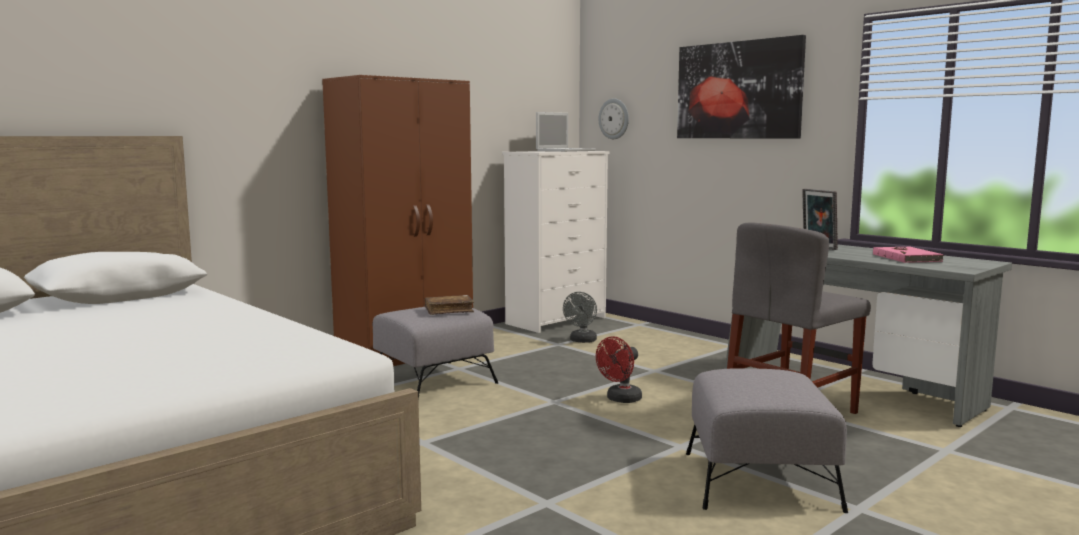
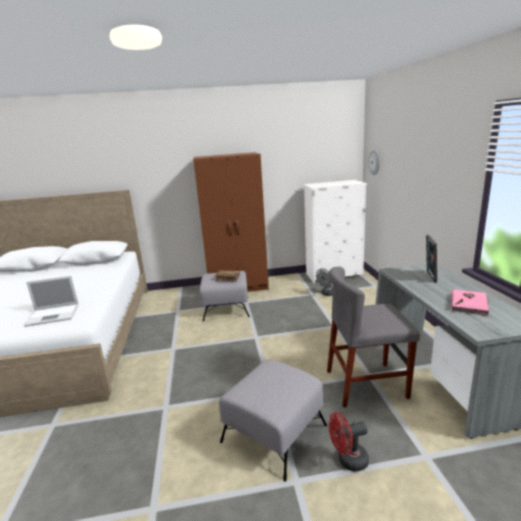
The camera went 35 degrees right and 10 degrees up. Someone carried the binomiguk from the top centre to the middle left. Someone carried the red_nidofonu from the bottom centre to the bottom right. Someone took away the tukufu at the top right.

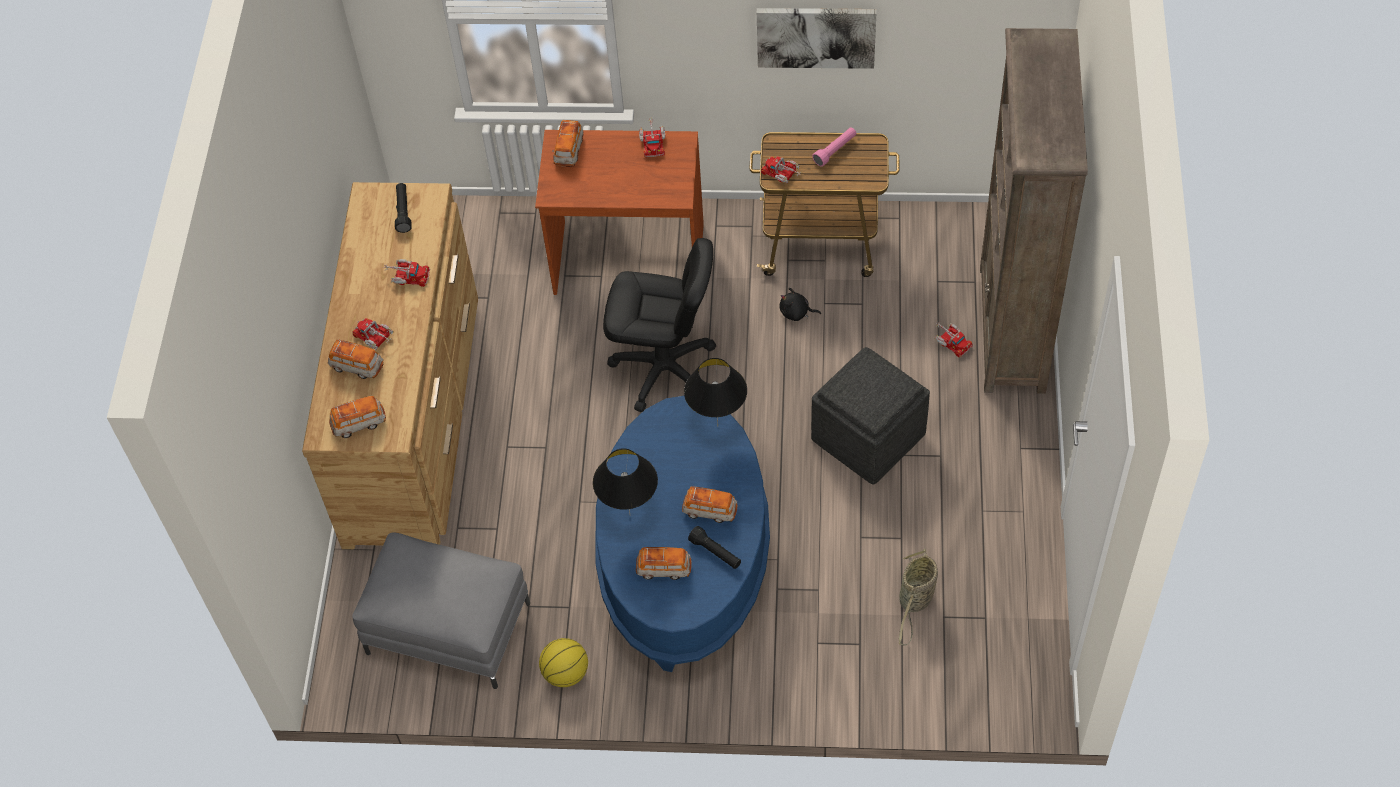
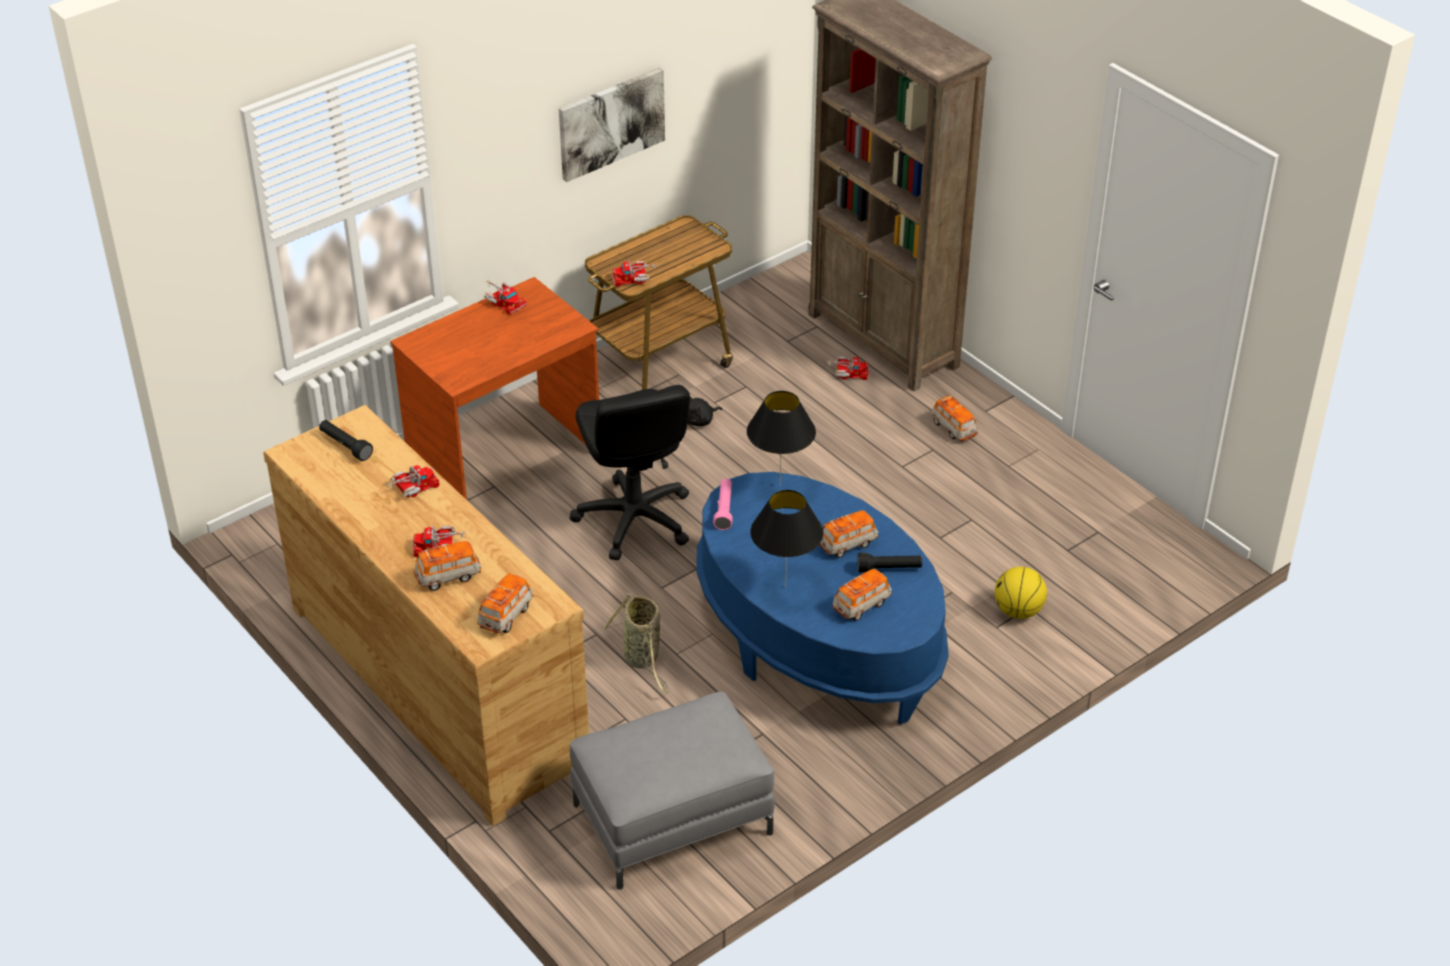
The camera went 45 degrees left and 15 degrees down. Someone rotated the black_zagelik at the centre by 105 degrees clockwise. Someone carried the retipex from the bottom centre to the centre. Someone carried the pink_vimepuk from the top centre to the centre. Someone carried the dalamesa (3rd from left in the first image) from the top centre to the centre. Someone carried the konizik from the bottom centre to the middle right. Someone took away the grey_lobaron (2nd from left) at the centre.

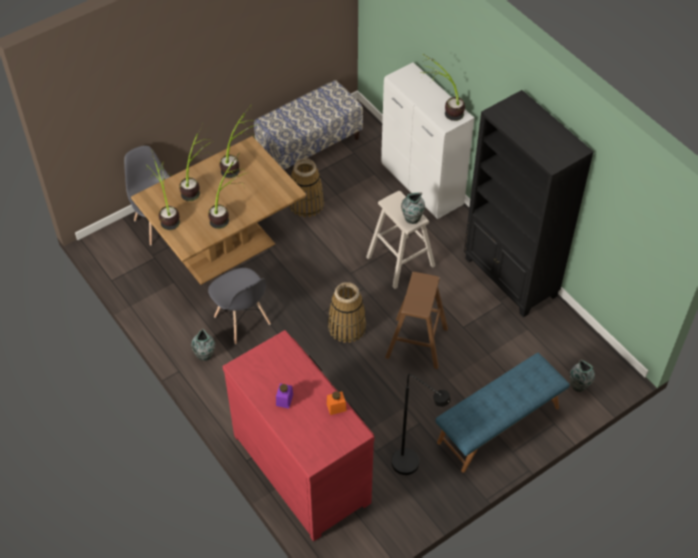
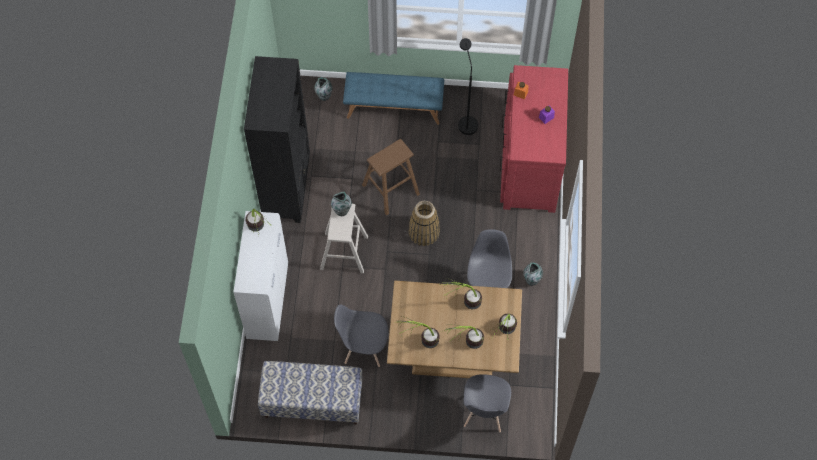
The camera went 140 degrees left and 10 degrees up. Someone swapped the retipex (1st from left) at the centre for the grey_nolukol (1st from left) at the bottom centre.

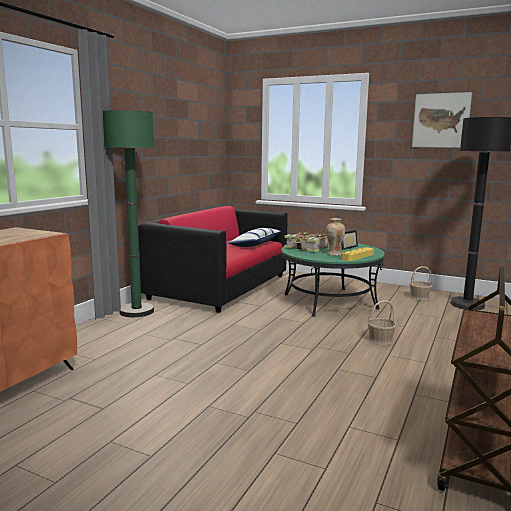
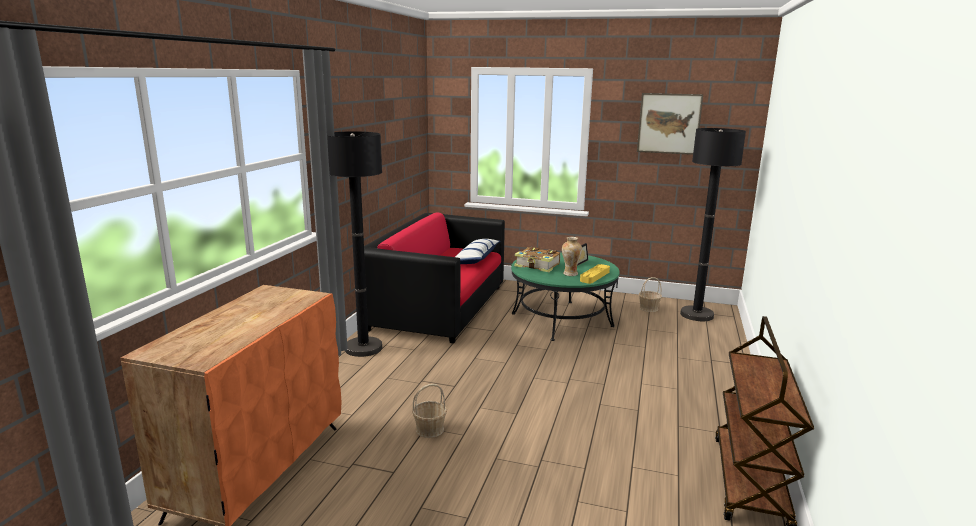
The camera went 10 degrees left and 5 degrees up. Someone repainted the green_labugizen at the middle left, which became the black_labugizen (1st from left) at the centre. Someone carried the retipex (1st from left) from the middle right to the bottom centre.

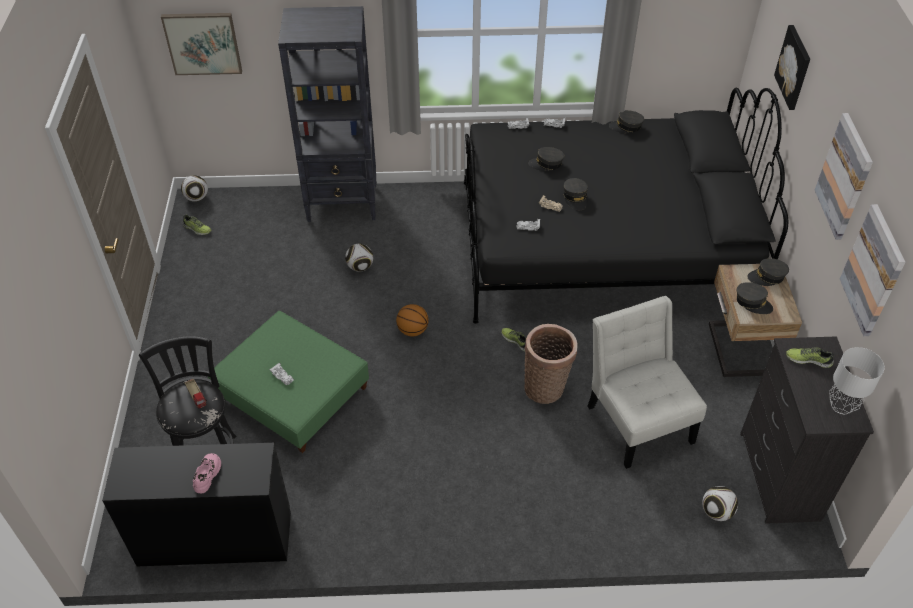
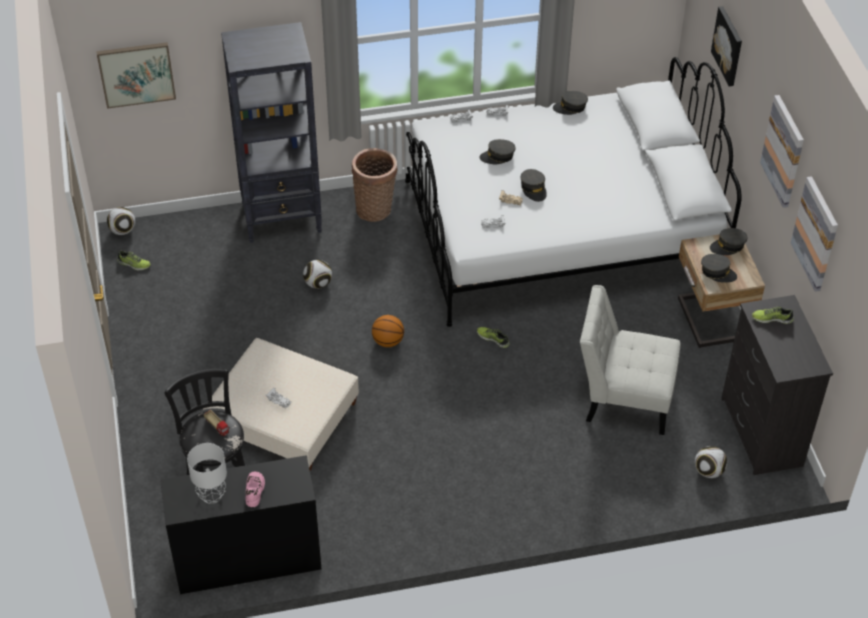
The camera went 10 degrees left and 0 degrees up. Someone carried the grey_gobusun from the middle right to the bottom left. Someone repainted the green_lobaron at the middle left, which became the beige_lobaron at the middle left. Someone carried the retipex from the centre to the top centre. Someone repainted the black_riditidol at the middle right, which became the white_riditidol at the top centre. Someone rotated the white_nolukol at the middle right by 45 degrees counterclockwise.

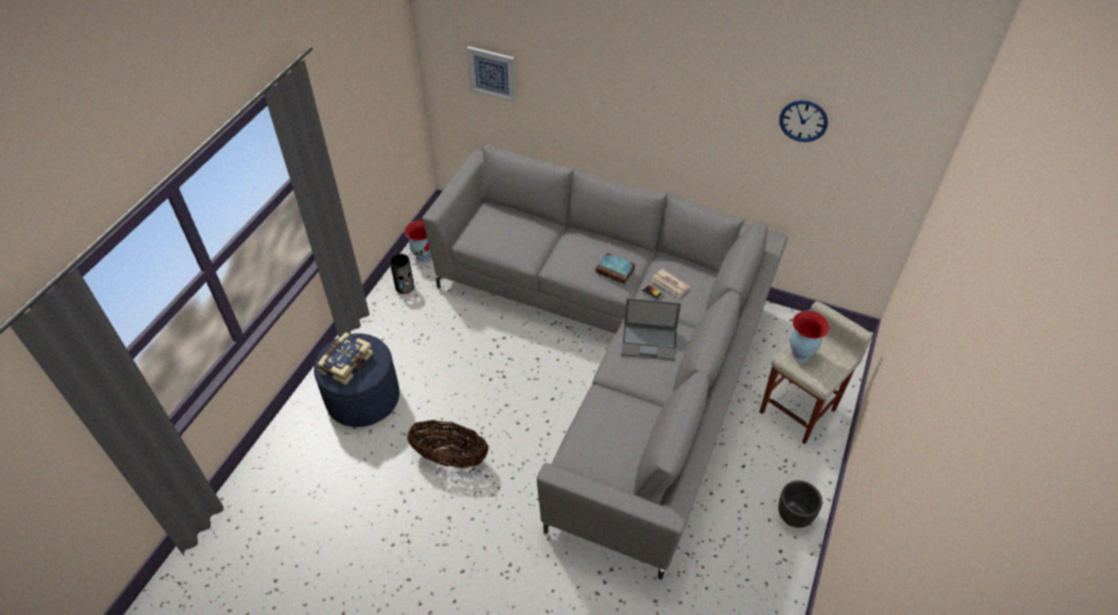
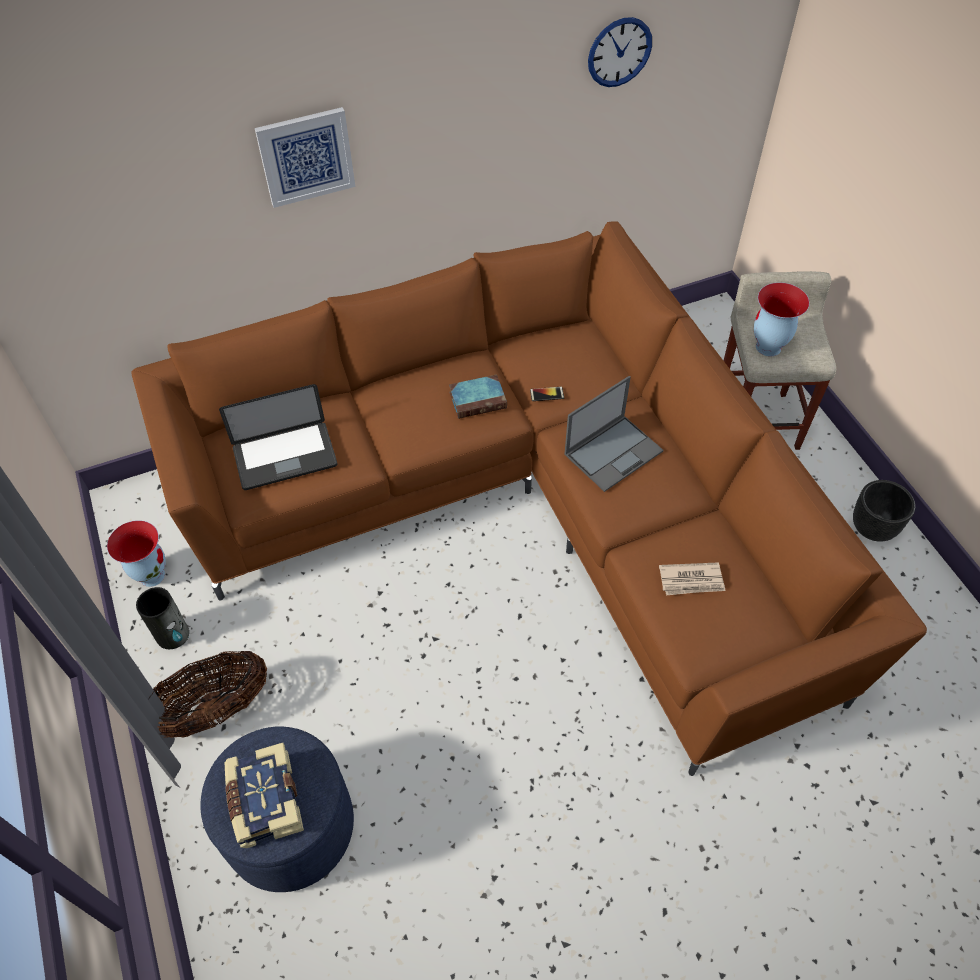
The camera went 45 degrees left and 5 degrees up. Someone repainted the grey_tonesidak at the centre, which became the brown_tonesidak at the centre. Someone carried the retipex from the bottom centre to the bottom left. Someone put down the binomiguk (1st from left) at the middle left. Someone carried the tukufu from the top centre to the top left. Someone carried the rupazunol from the centre to the middle right.

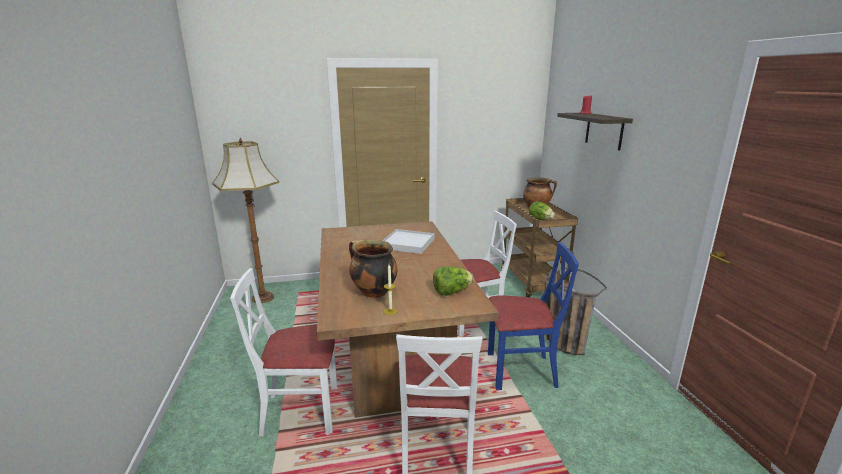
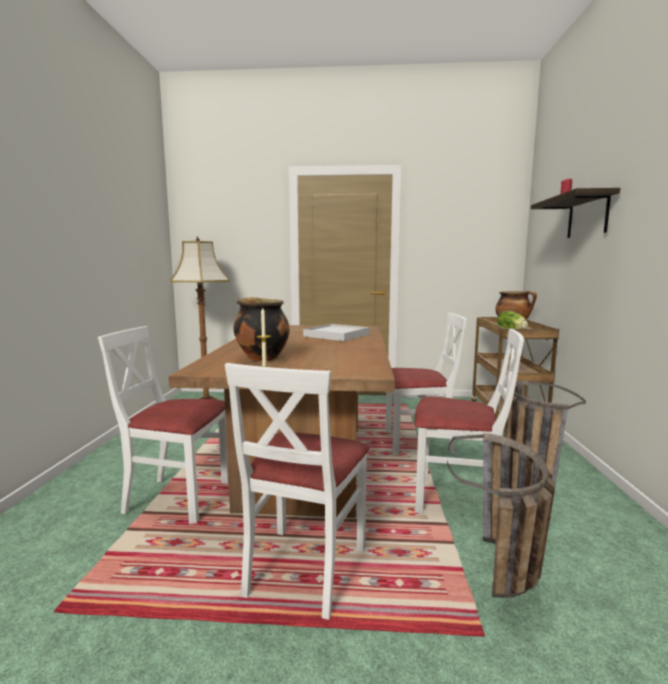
The camera went 15 degrees right and 10 degrees down. Someone repainted the blue_nolukol at the bottom centre, which became the white_nolukol (4th from left) at the middle right. Someone put down the retipex (1st from left) at the bottom right. Someone took away the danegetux (1st from left) at the centre.

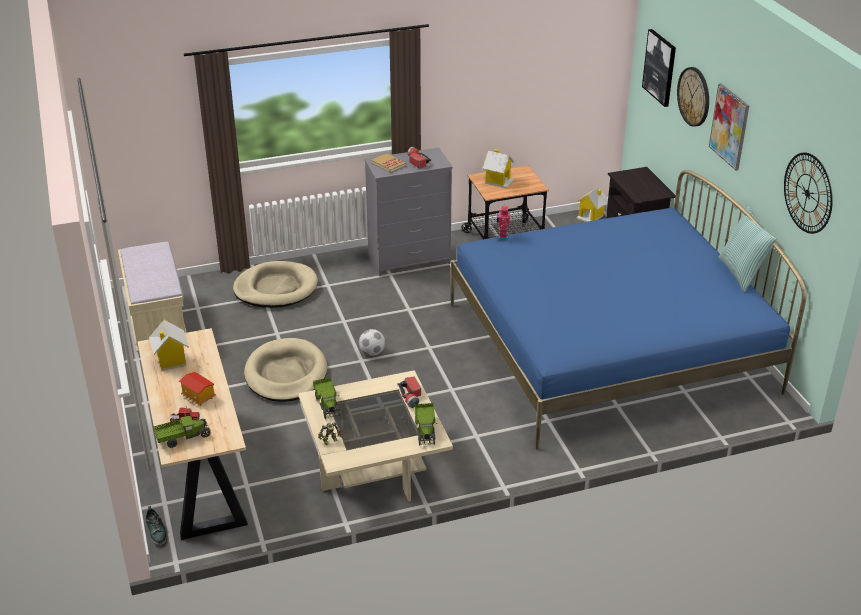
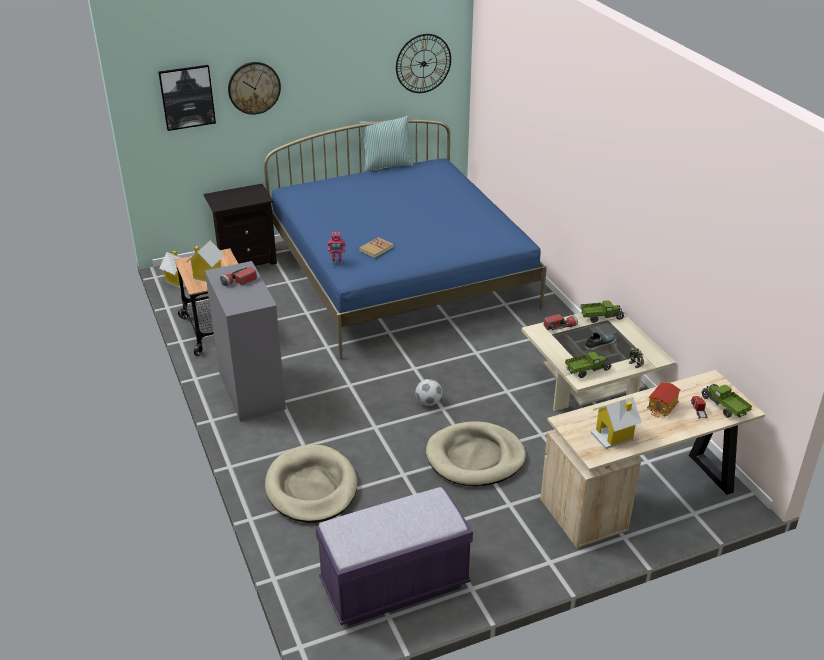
The camera went 95 degrees left and 0 degrees up. Someone repainted the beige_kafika at the middle left, which became the purple_kafika at the bottom centre. Someone carried the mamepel from the top centre to the centre. Someone carried the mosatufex from the bottom left to the middle right. Someone took away the tukufu (2nd from left) at the top right.

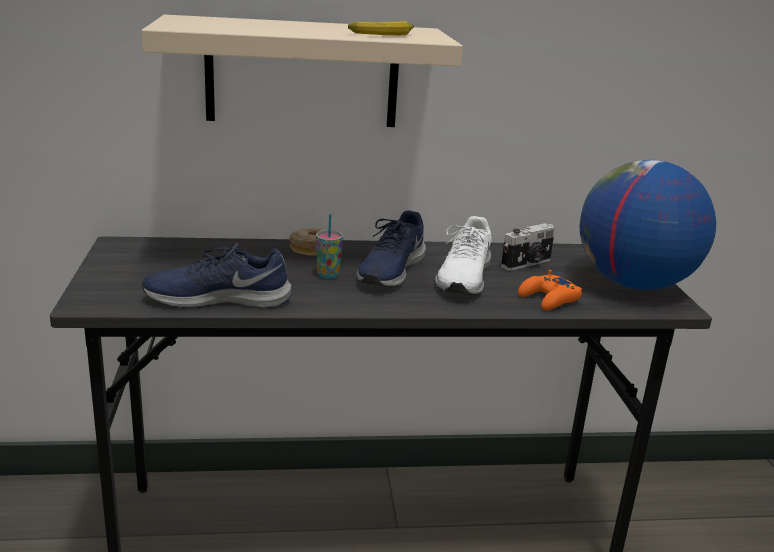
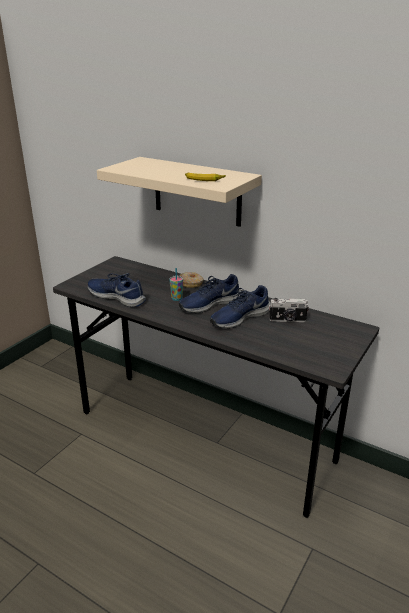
The camera went 40 degrees right and 5 degrees up. Someone repainted the white_mosatufex at the centre, which became the blue_mosatufex (3rd from left) at the centre. Someone took away the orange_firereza at the middle right. Someone took away the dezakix at the middle right.

